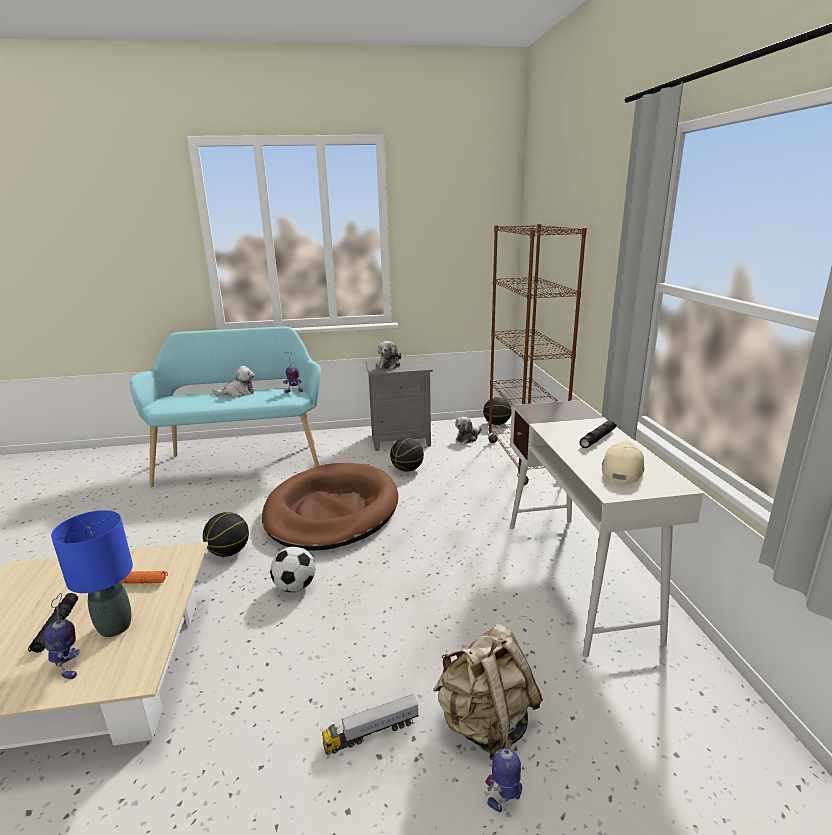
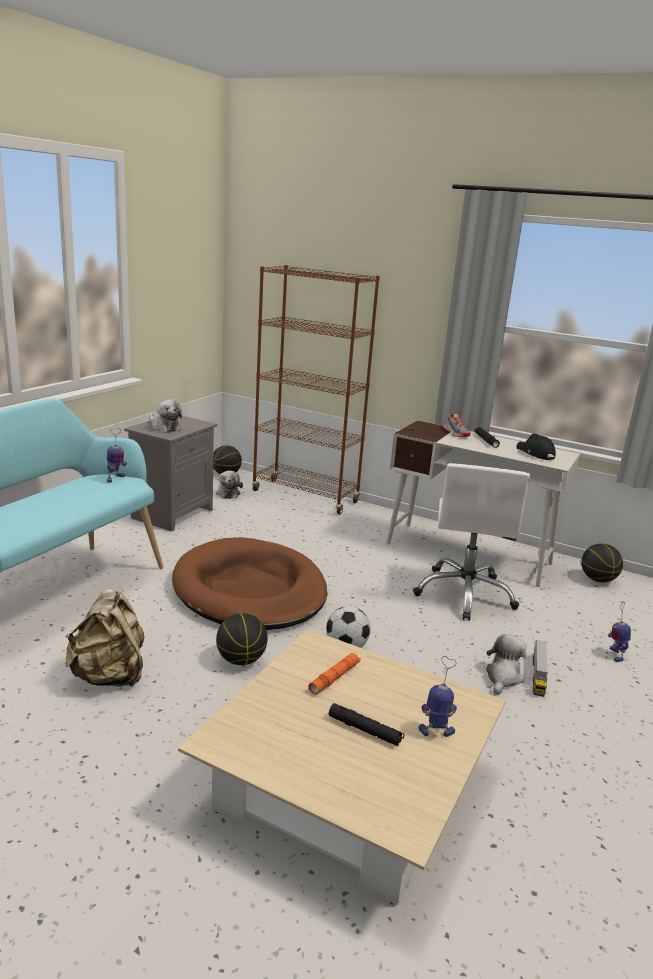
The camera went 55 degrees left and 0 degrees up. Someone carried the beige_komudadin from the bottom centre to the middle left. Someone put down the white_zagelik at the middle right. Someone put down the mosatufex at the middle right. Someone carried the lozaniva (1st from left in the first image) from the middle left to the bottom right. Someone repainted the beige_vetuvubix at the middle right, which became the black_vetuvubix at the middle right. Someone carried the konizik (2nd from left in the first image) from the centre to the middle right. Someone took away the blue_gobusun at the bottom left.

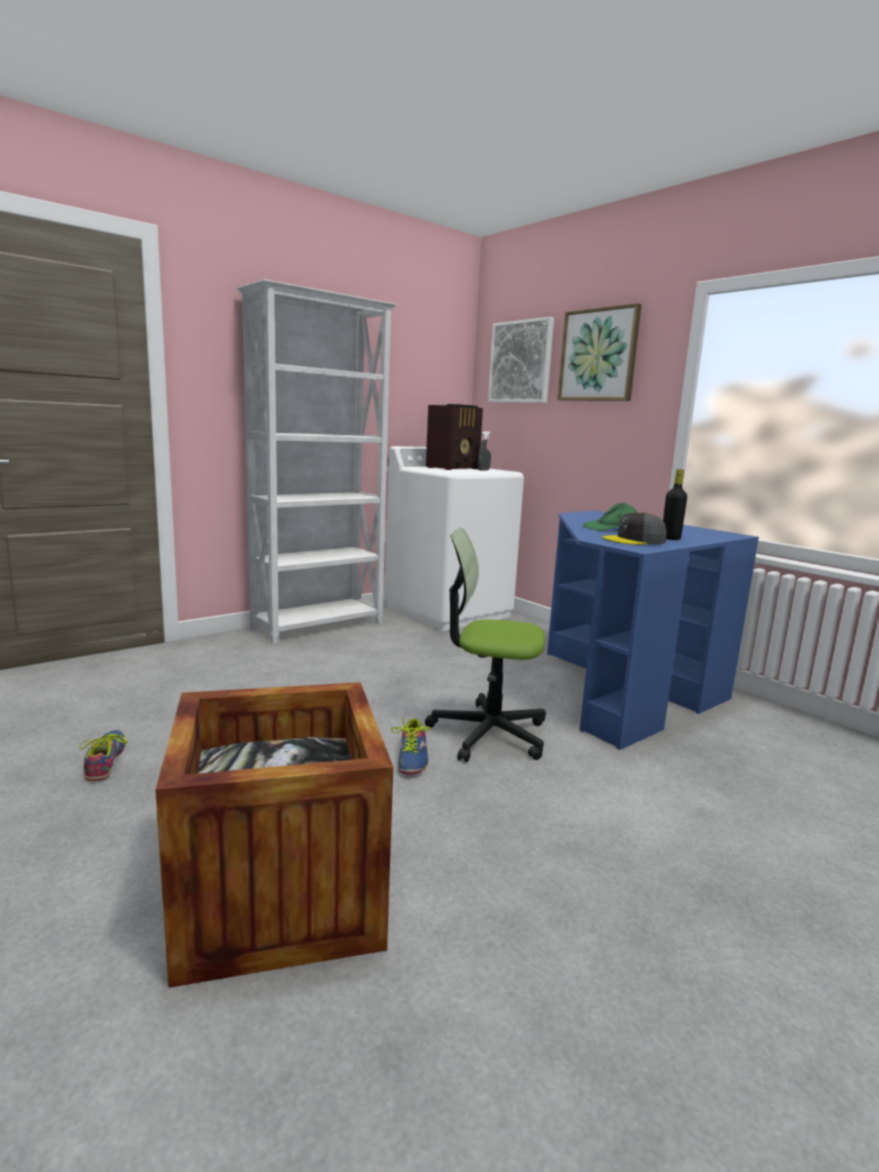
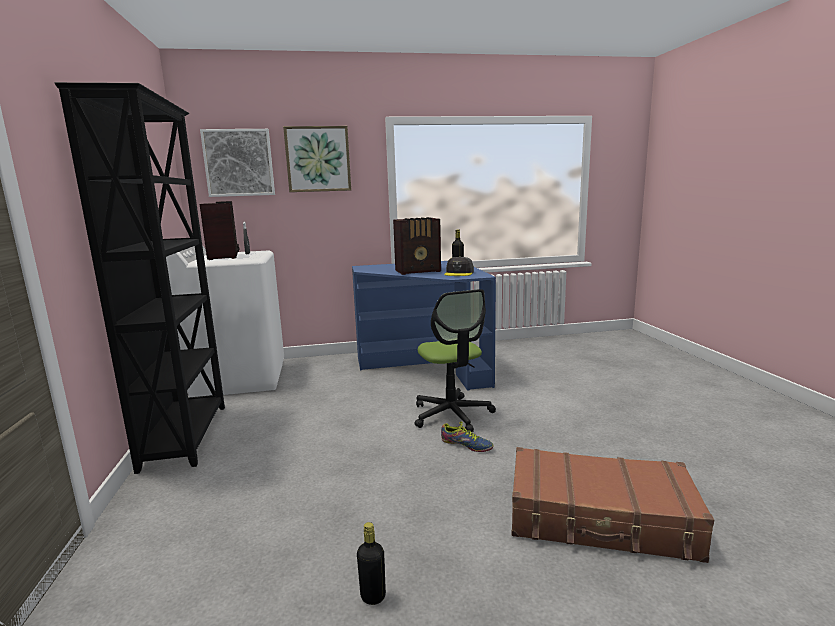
The camera went 60 degrees left and 0 degrees up. Someone repainted the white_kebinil at the centre, which became the black_kebinil at the middle left. Someone swapped the mosatufex (1st from left) at the middle left for the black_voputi (1st from left) at the bottom centre. Someone swapped the green_vetuvubix at the middle right for the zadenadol (2nd from left) at the centre. Someone rotated the zagelik at the centre by 60 degrees counterclockwise. Someone swapped the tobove at the bottom left for the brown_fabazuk at the bottom right.

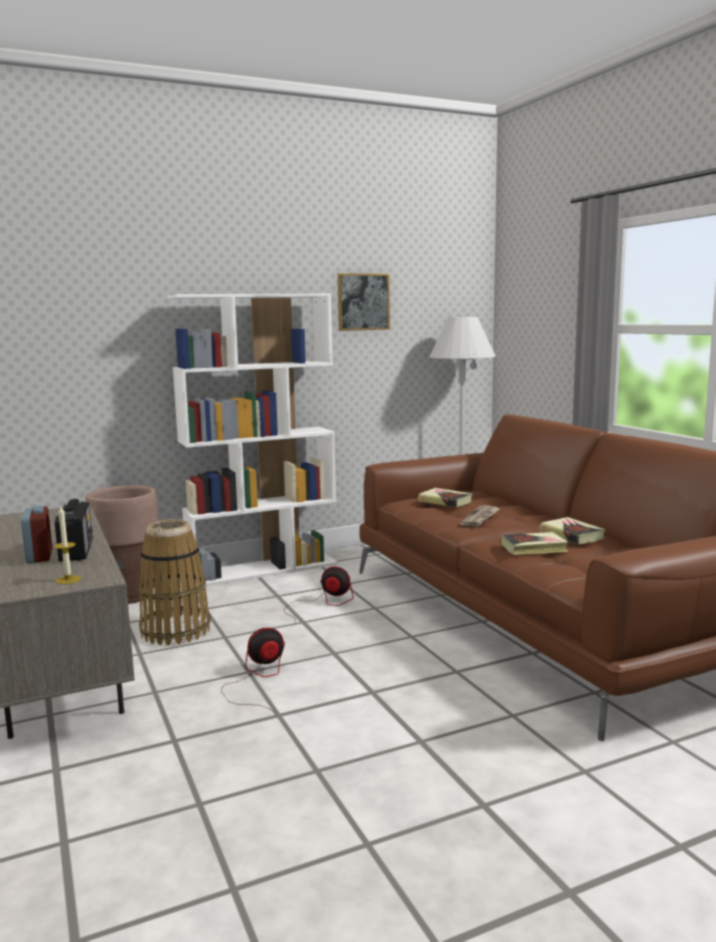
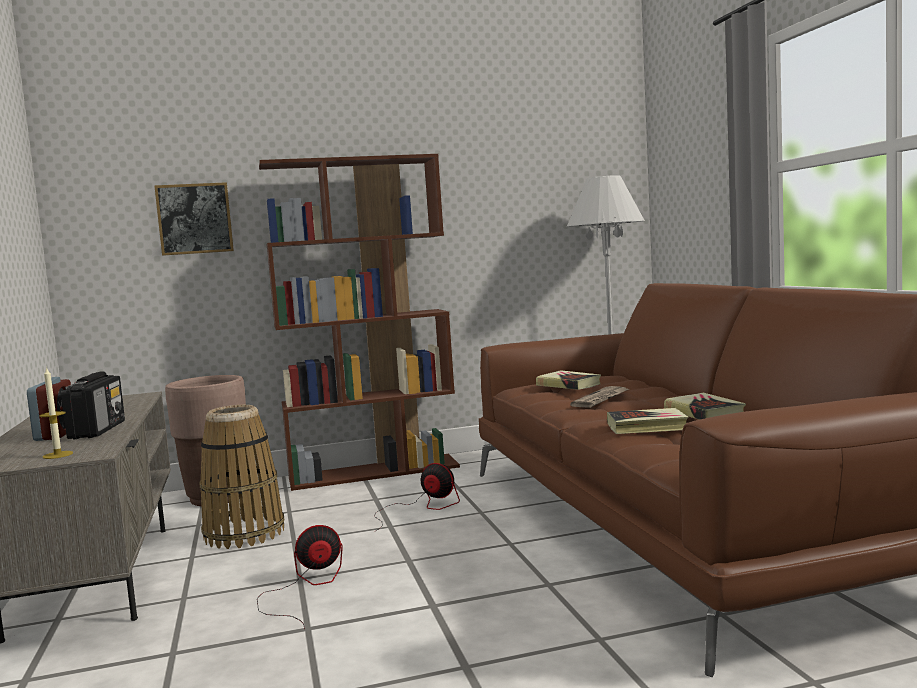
The camera went 10 degrees right and 5 degrees down. Someone carried the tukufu from the top centre to the top left. Someone repainted the white_kebinil at the centre, which became the brown_kebinil at the centre.

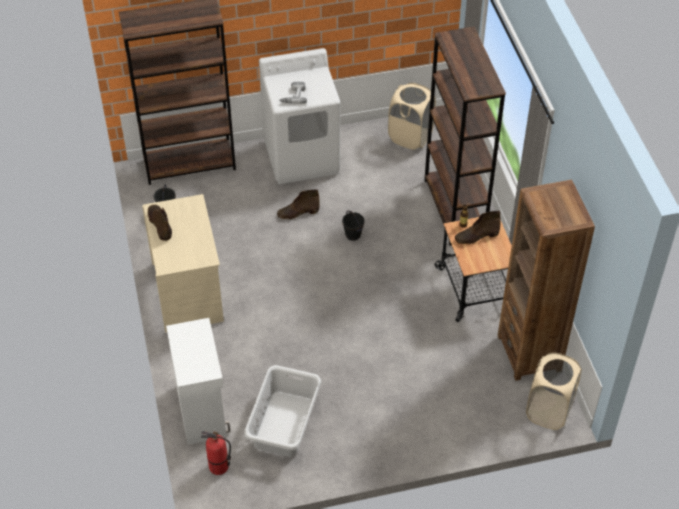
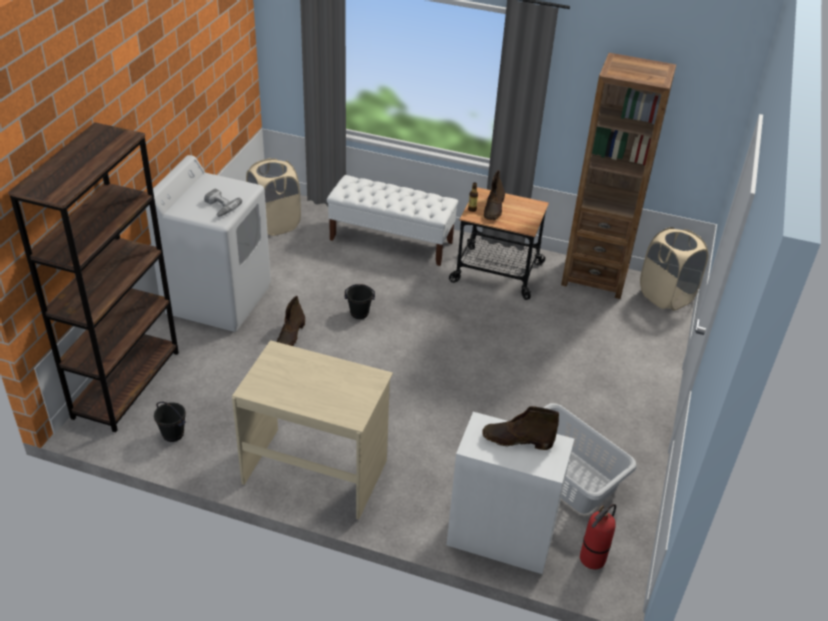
The camera went 60 degrees left and 10 degrees down. Someone swapped the brown_kebinil (2nd from left) at the top right for the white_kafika at the centre. Someone carried the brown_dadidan (1st from left in the first image) from the middle left to the bottom centre.

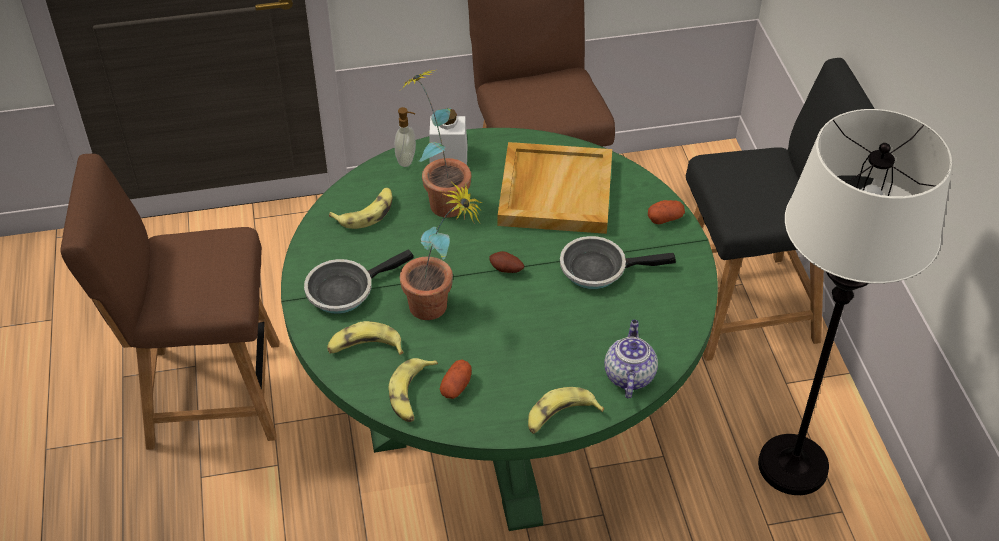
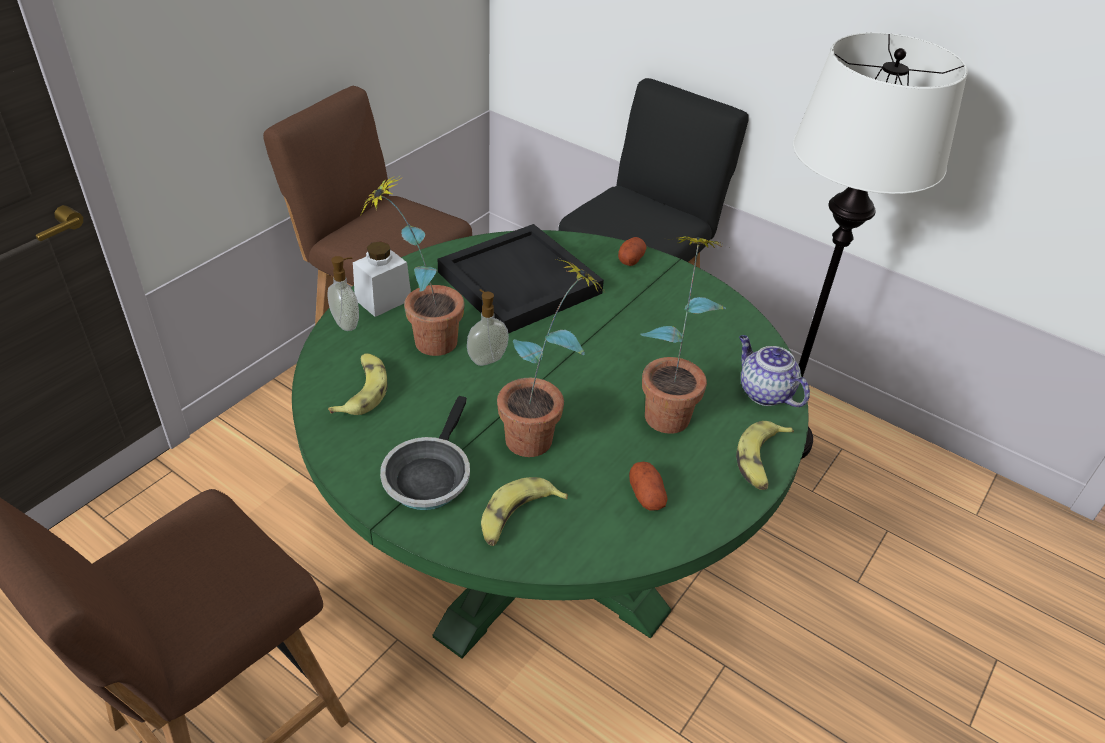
The camera went 45 degrees left and 5 degrees down. Someone repainted the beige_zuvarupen at the centre, which became the black_zuvarupen at the centre. Someone put down the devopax (2nd from left) at the centre. Someone put down the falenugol (3rd from left) at the centre. Someone took away the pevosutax (3rd from left) at the bottom centre. Someone took away the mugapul (2nd from left) at the centre. Someone took away the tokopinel (2nd from left) at the centre.

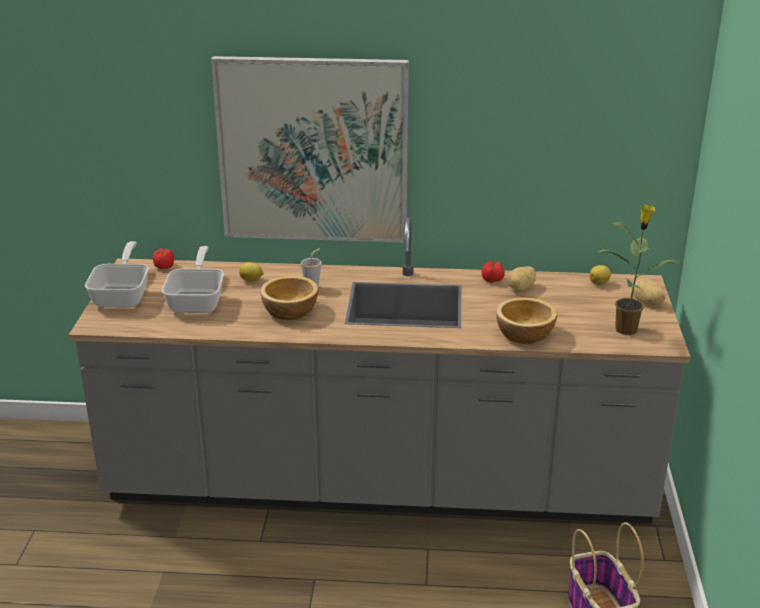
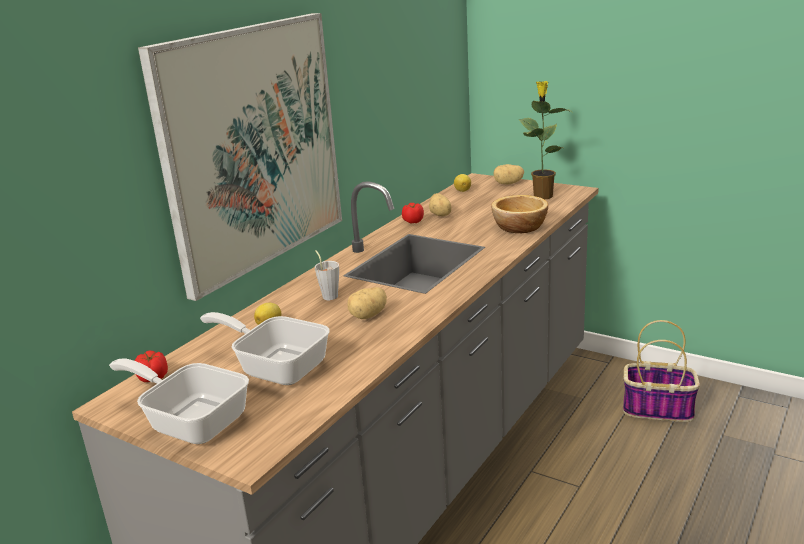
The camera went 60 degrees left and 5 degrees down. Someone swapped the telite (1st from left) at the centre for the mugapul (1st from left) at the centre.

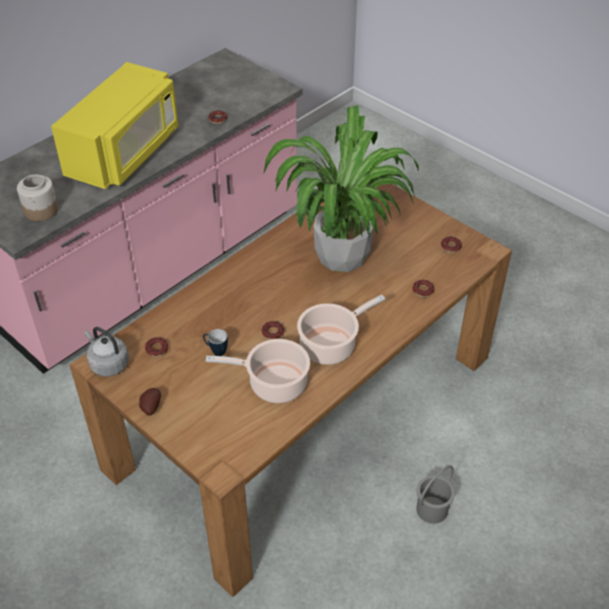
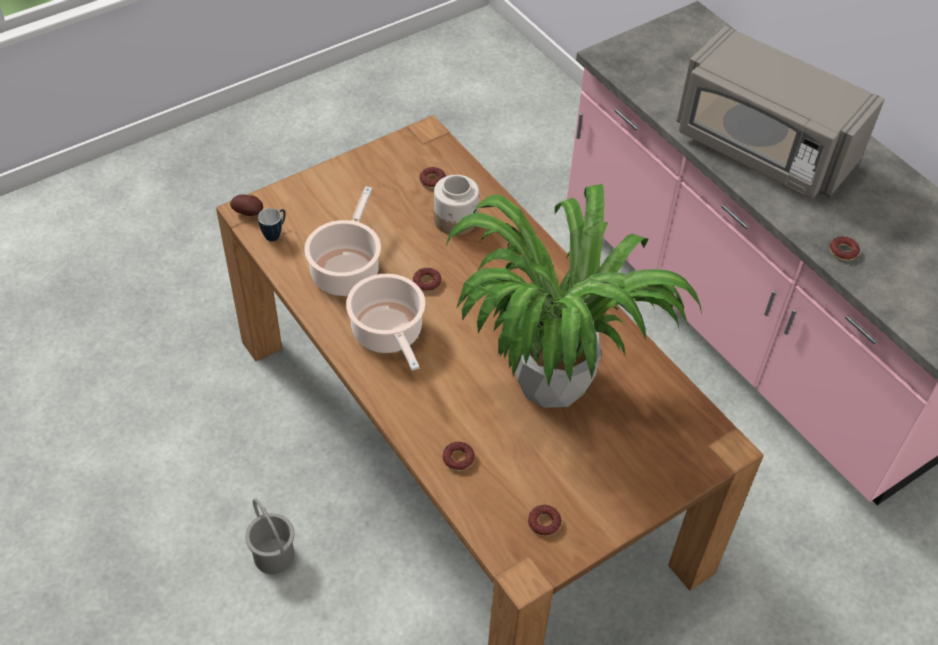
The camera went 100 degrees right and 5 degrees up. Someone carried the mugapul from the middle left to the top left. Someone carried the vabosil from the centre to the middle left. Someone carried the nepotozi from the top left to the top centre. Someone repainted the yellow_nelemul at the top left, which became the grey_nelemul at the top right. Someone took away the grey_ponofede at the middle left.

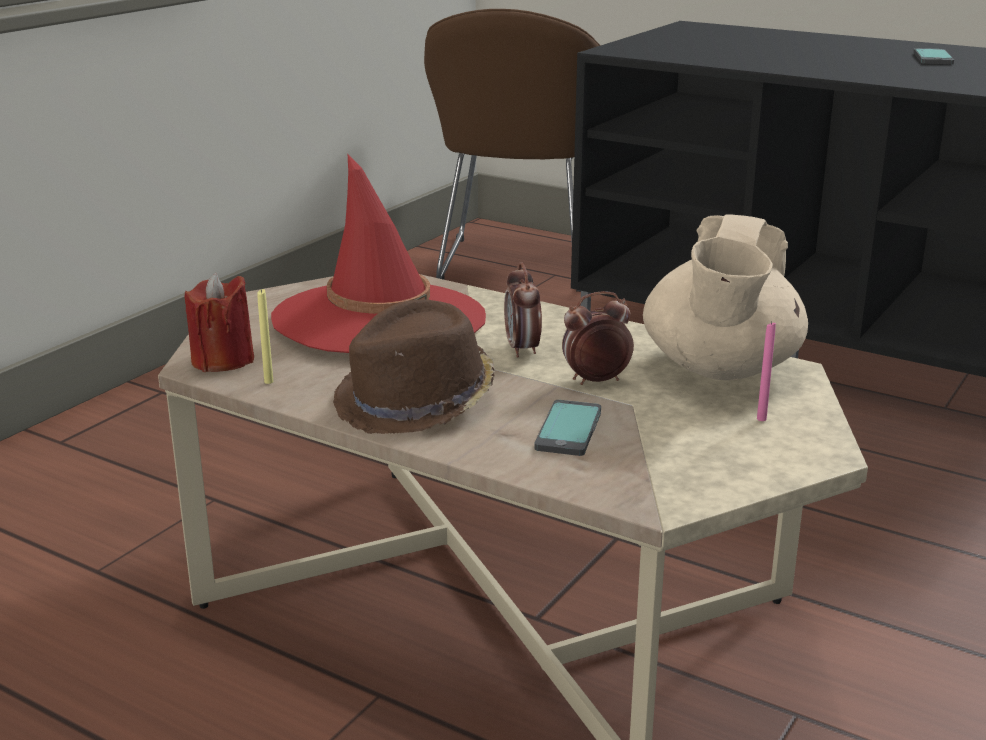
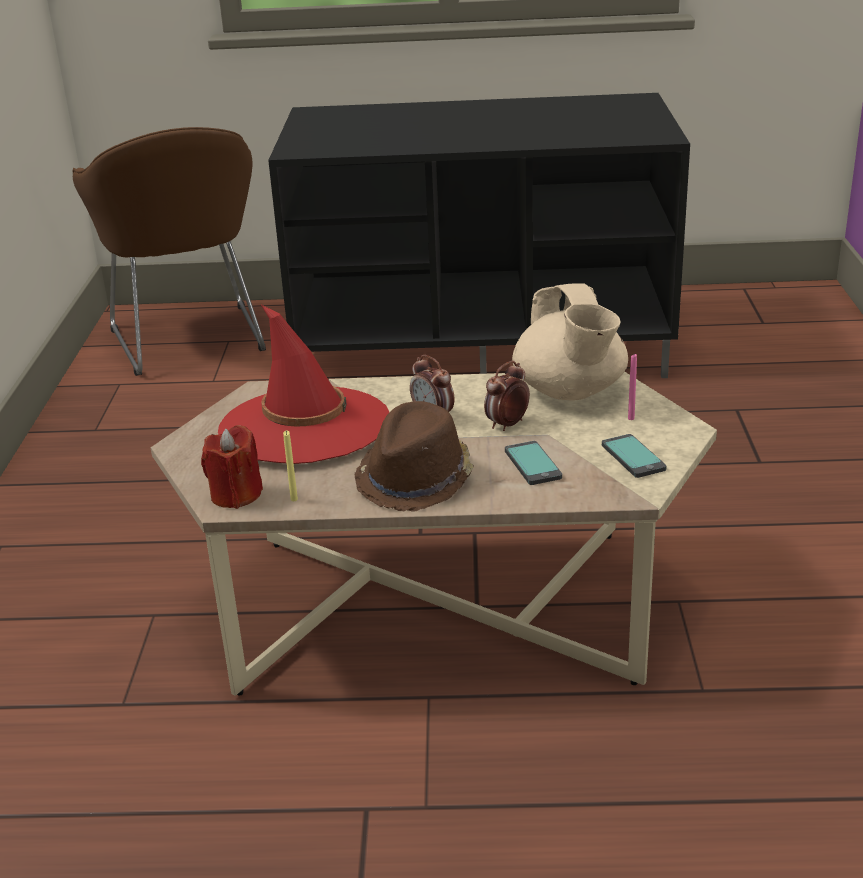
The camera went 30 degrees left and 5 degrees up. Someone carried the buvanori (2nd from left) from the top right to the middle right.

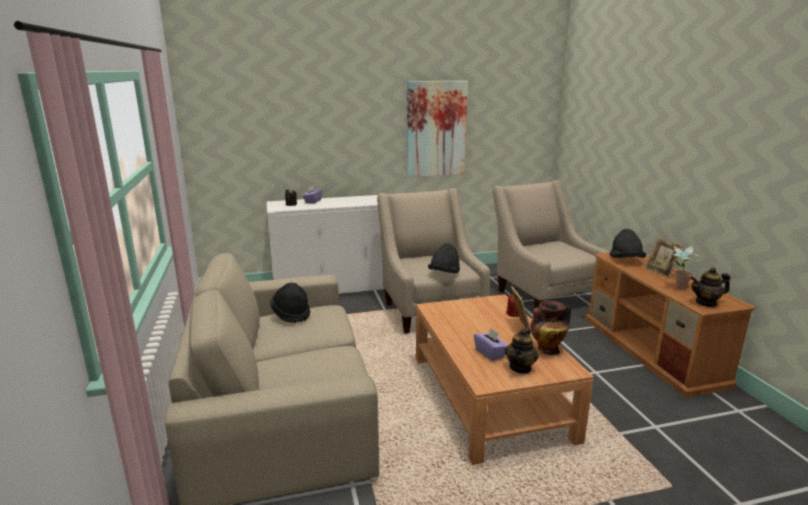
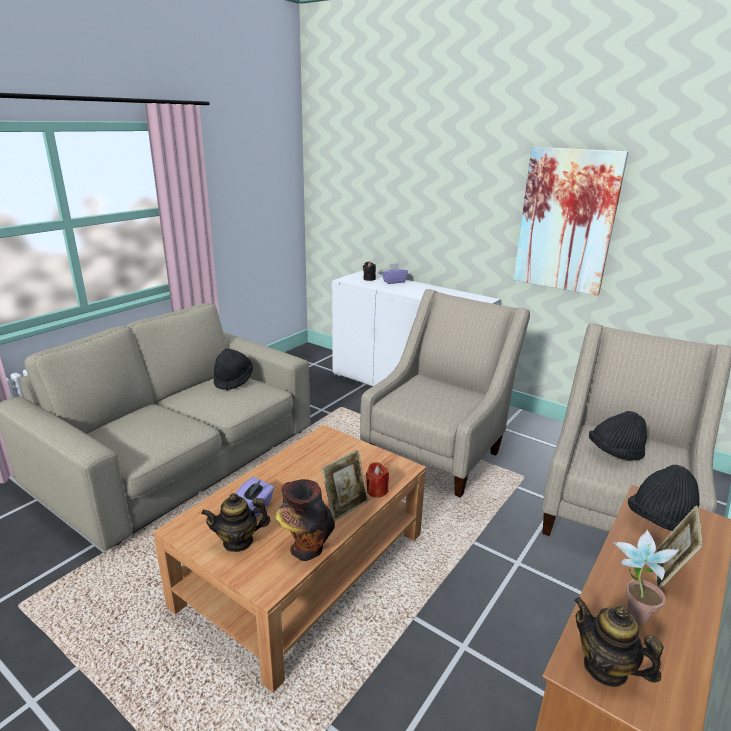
The camera went 50 degrees right and 5 degrees up. Someone carried the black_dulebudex (2nd from left) from the centre to the middle right.

